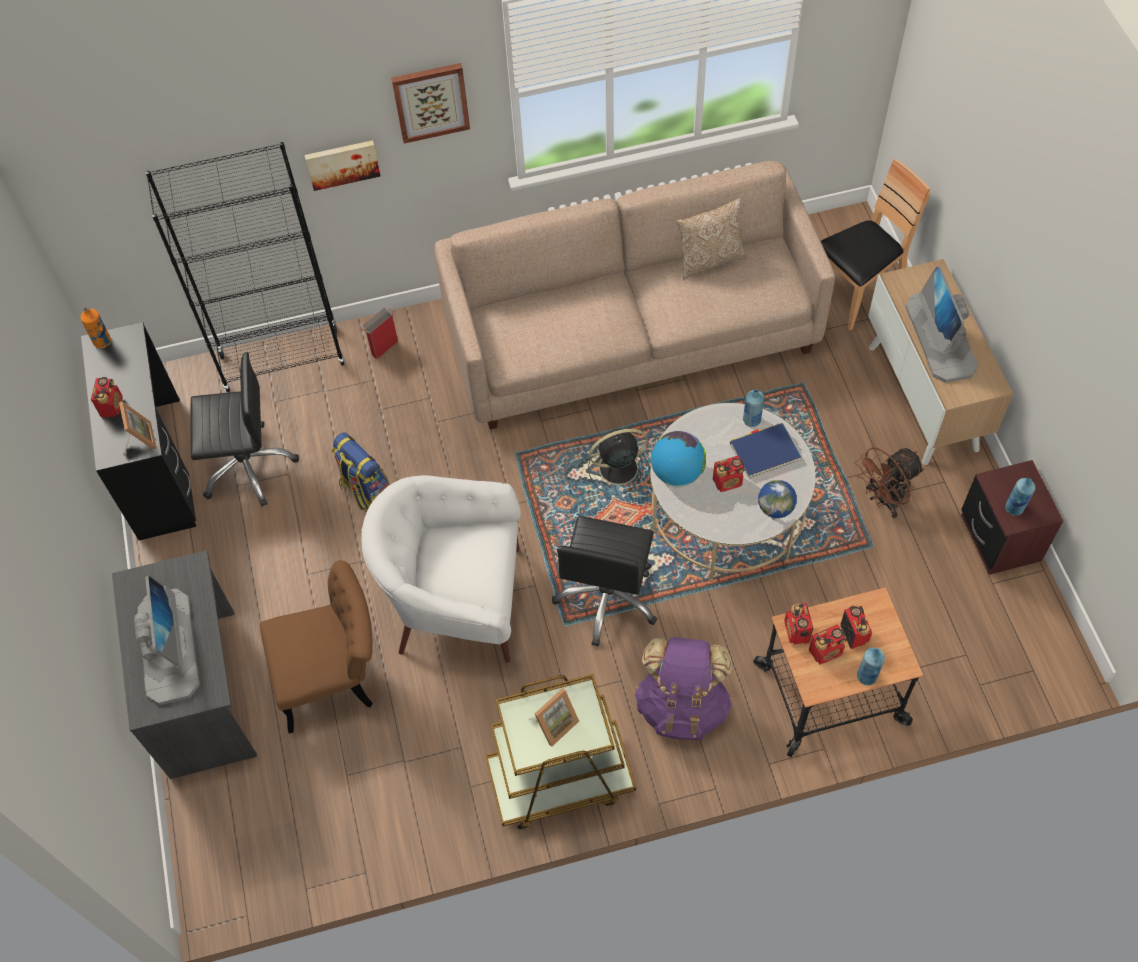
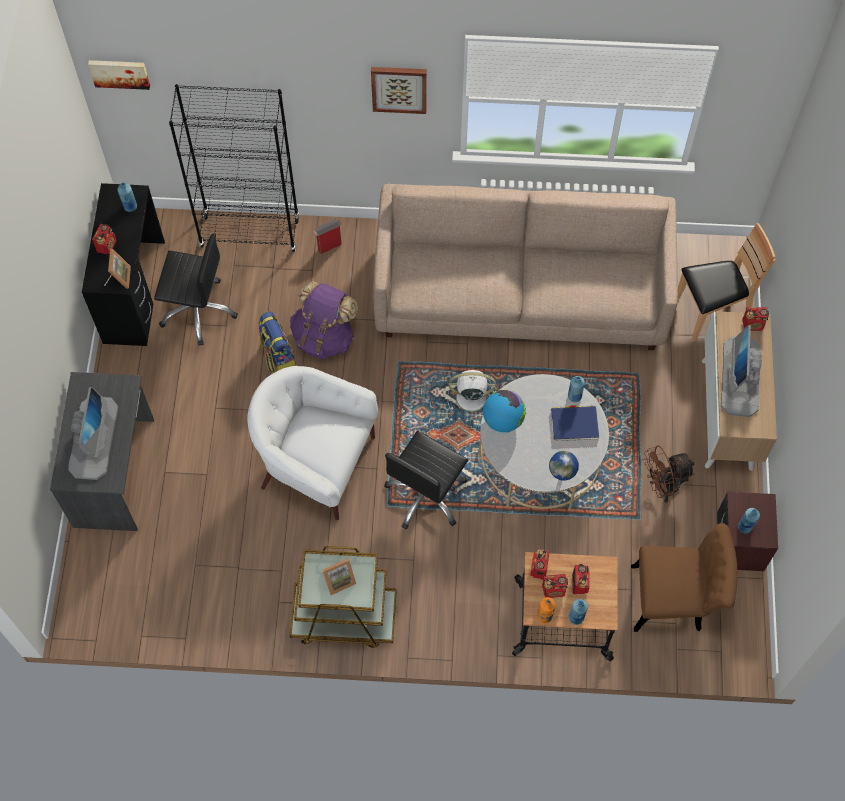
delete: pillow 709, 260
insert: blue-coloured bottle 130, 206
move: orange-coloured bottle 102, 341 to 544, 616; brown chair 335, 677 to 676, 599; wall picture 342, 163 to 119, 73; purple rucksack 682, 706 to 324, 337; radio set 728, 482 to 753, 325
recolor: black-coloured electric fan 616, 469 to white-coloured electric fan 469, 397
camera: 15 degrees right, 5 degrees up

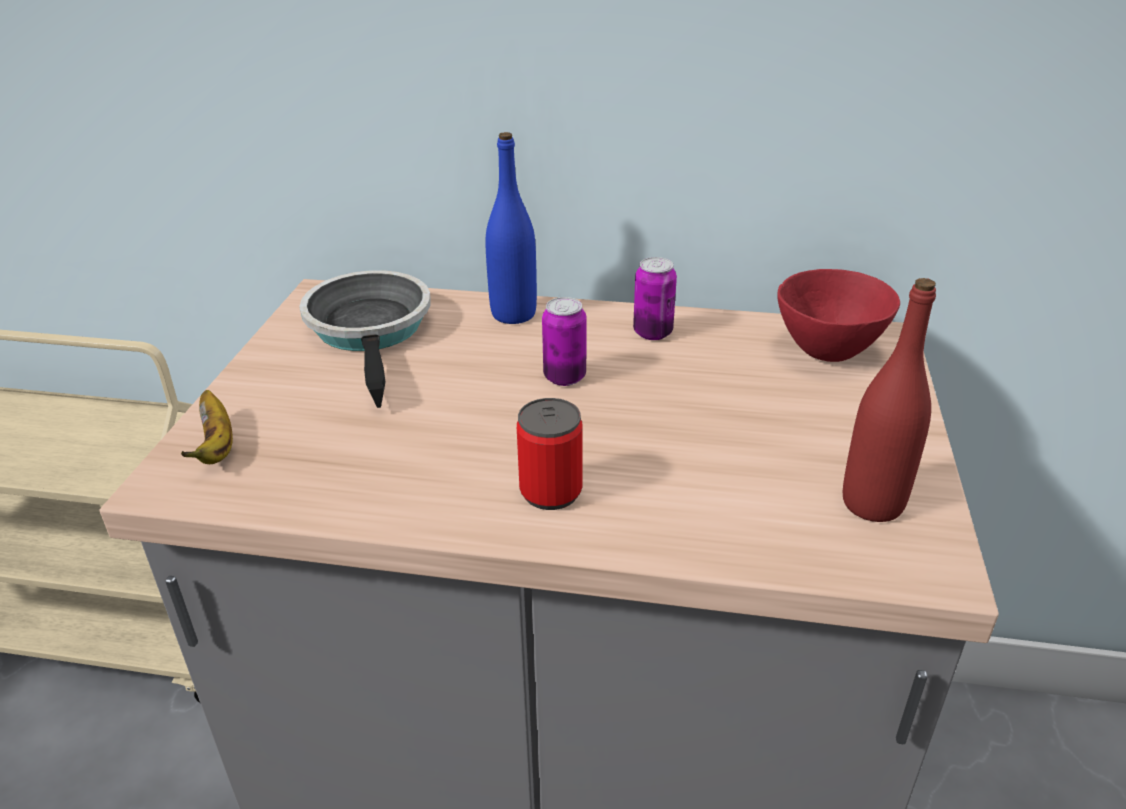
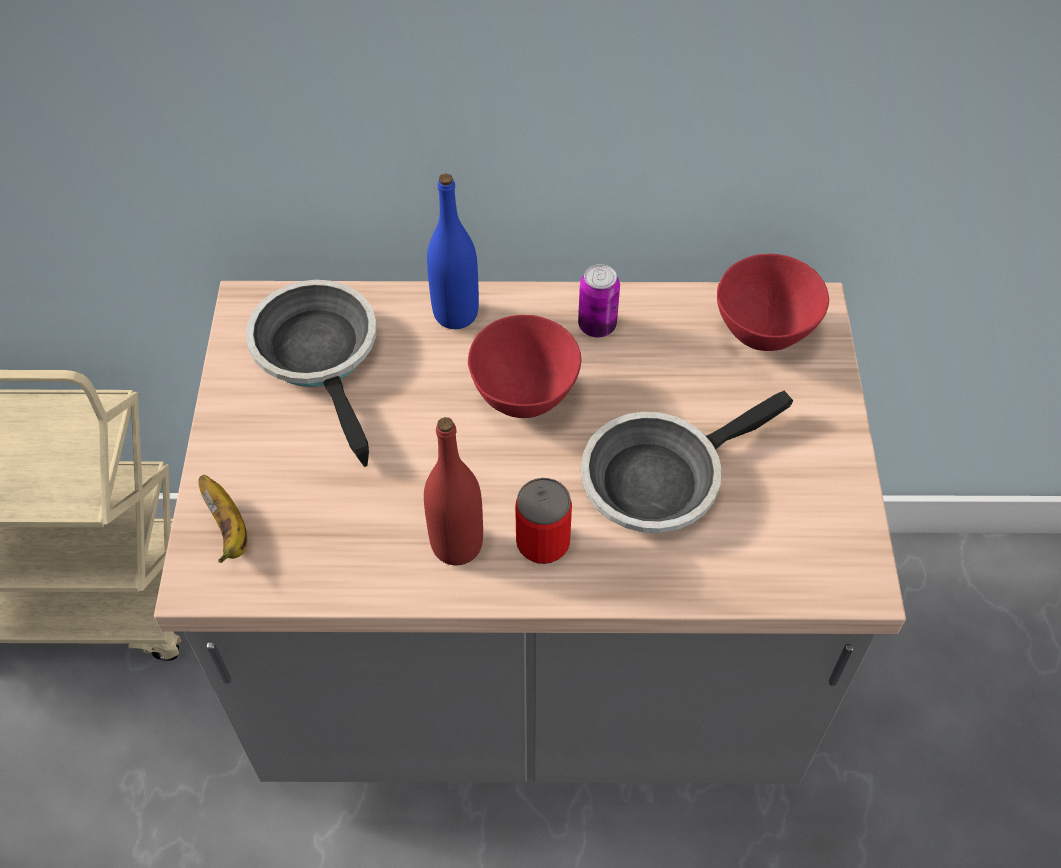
insert: frying pan 659, 478
move: reddish bottle 872, 504 to 457, 545
replace: sealed can 564, 377 to reddish bowl 525, 399
camera: 10 degrees left, 20 degrees up

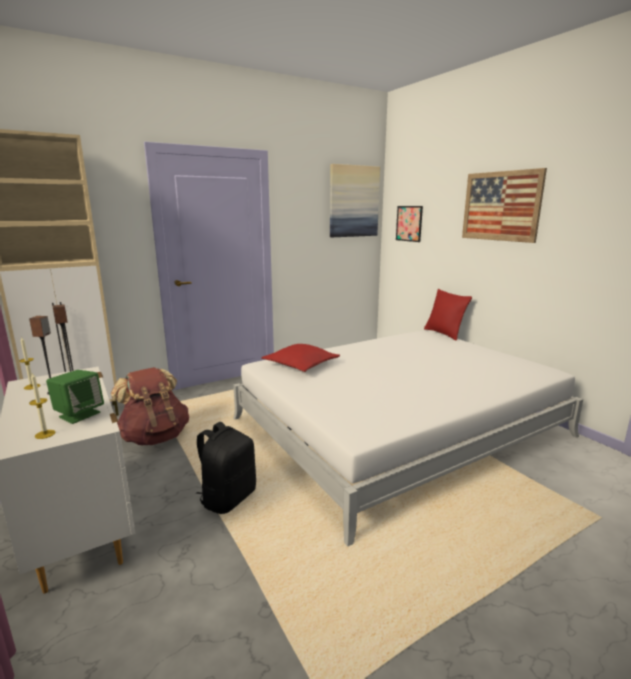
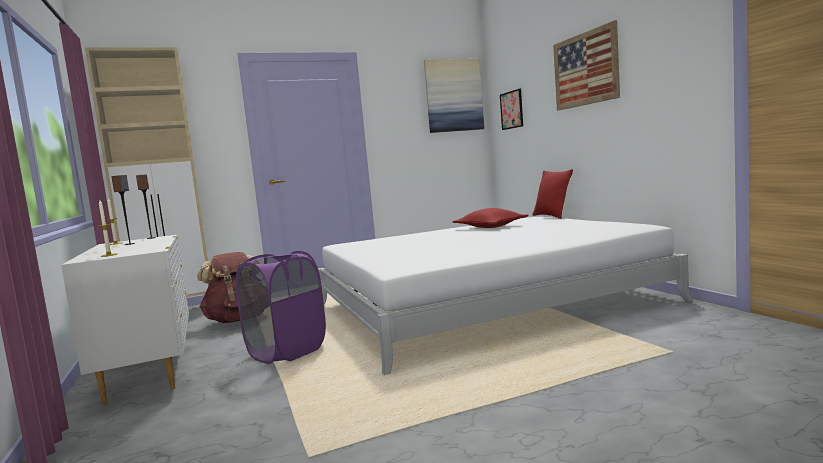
delete: green-coloured speaker 79, 414
move: reddish pillow 301, 365 to 490, 227
replace: black-coloured rucksack 228, 498 to purple hamper 287, 352
camera: 10 degrees right, 10 degrees down

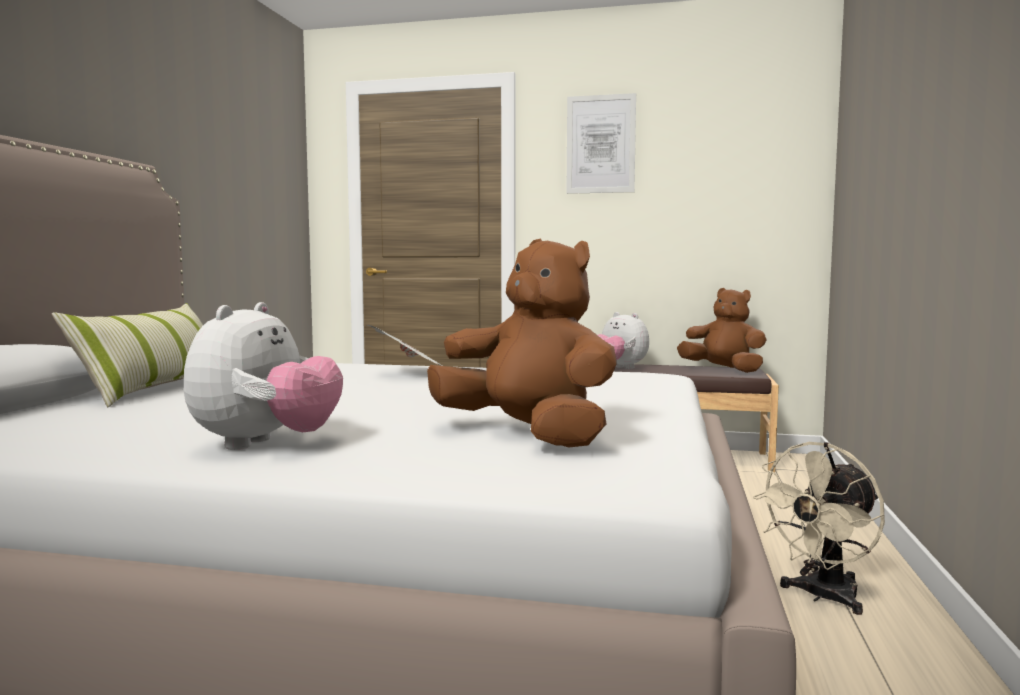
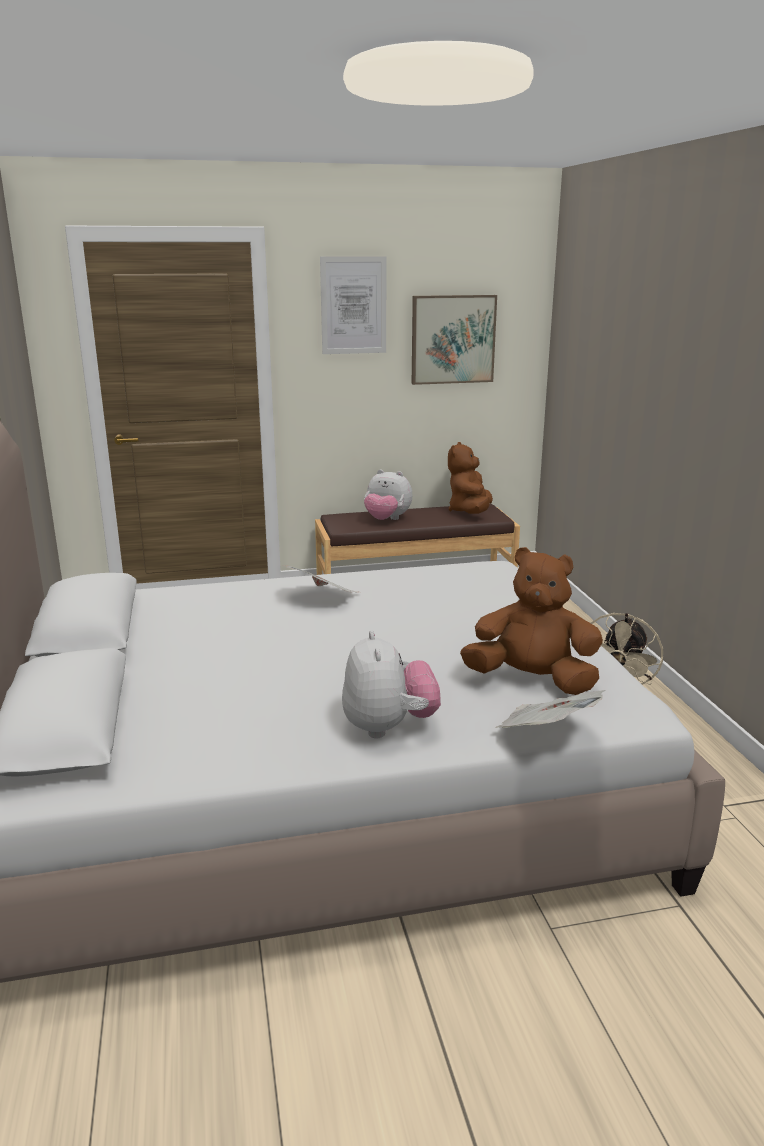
delete: pillow 156, 388
insert: wall picture 453, 339; printed paper 547, 733
rotate: brown soft toy 723, 370 = 470, 512 90 degrees counterclockwise
camera: 25 degrees left, 15 degrees up

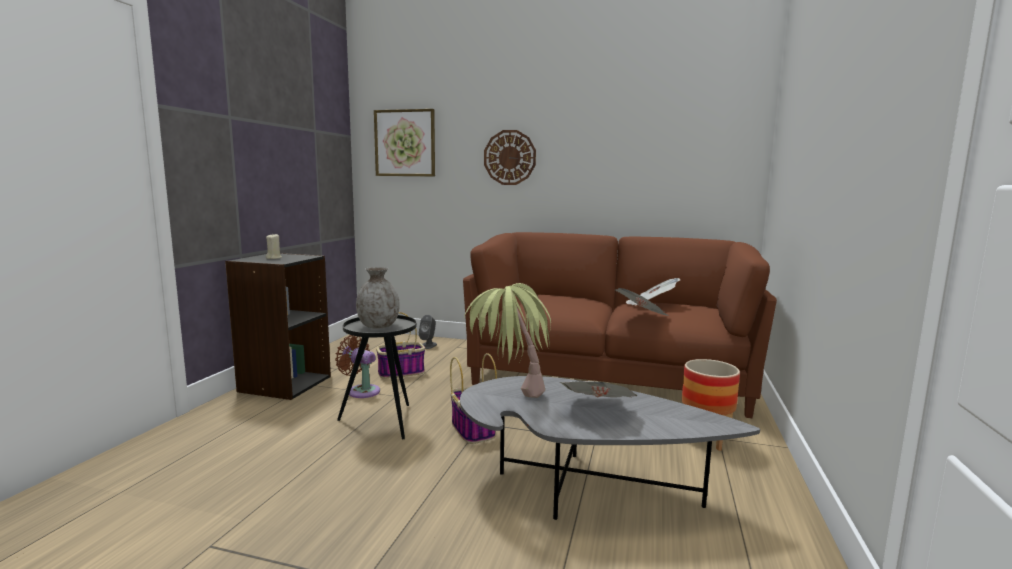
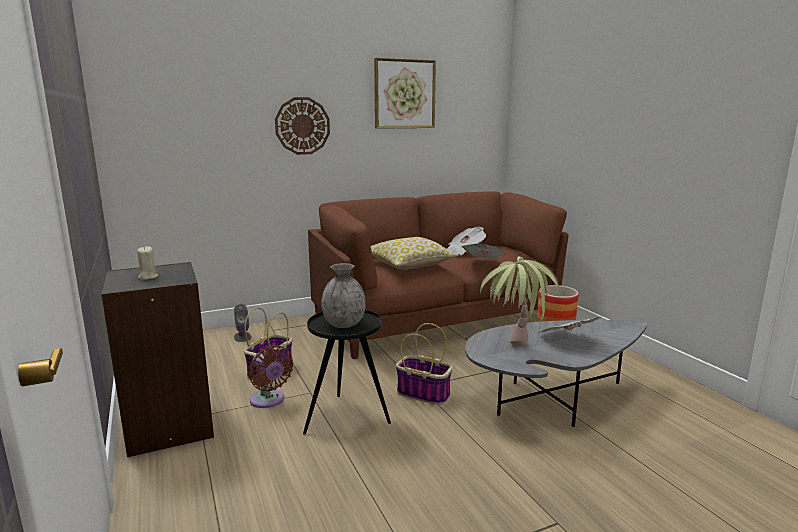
insert: pillow 409, 265
move: wall picture 405, 143 to 404, 94
rotate: brown electric fan 361, 391 = 269, 401 120 degrees counterclockwise
camera: 40 degrees left, 5 degrees up

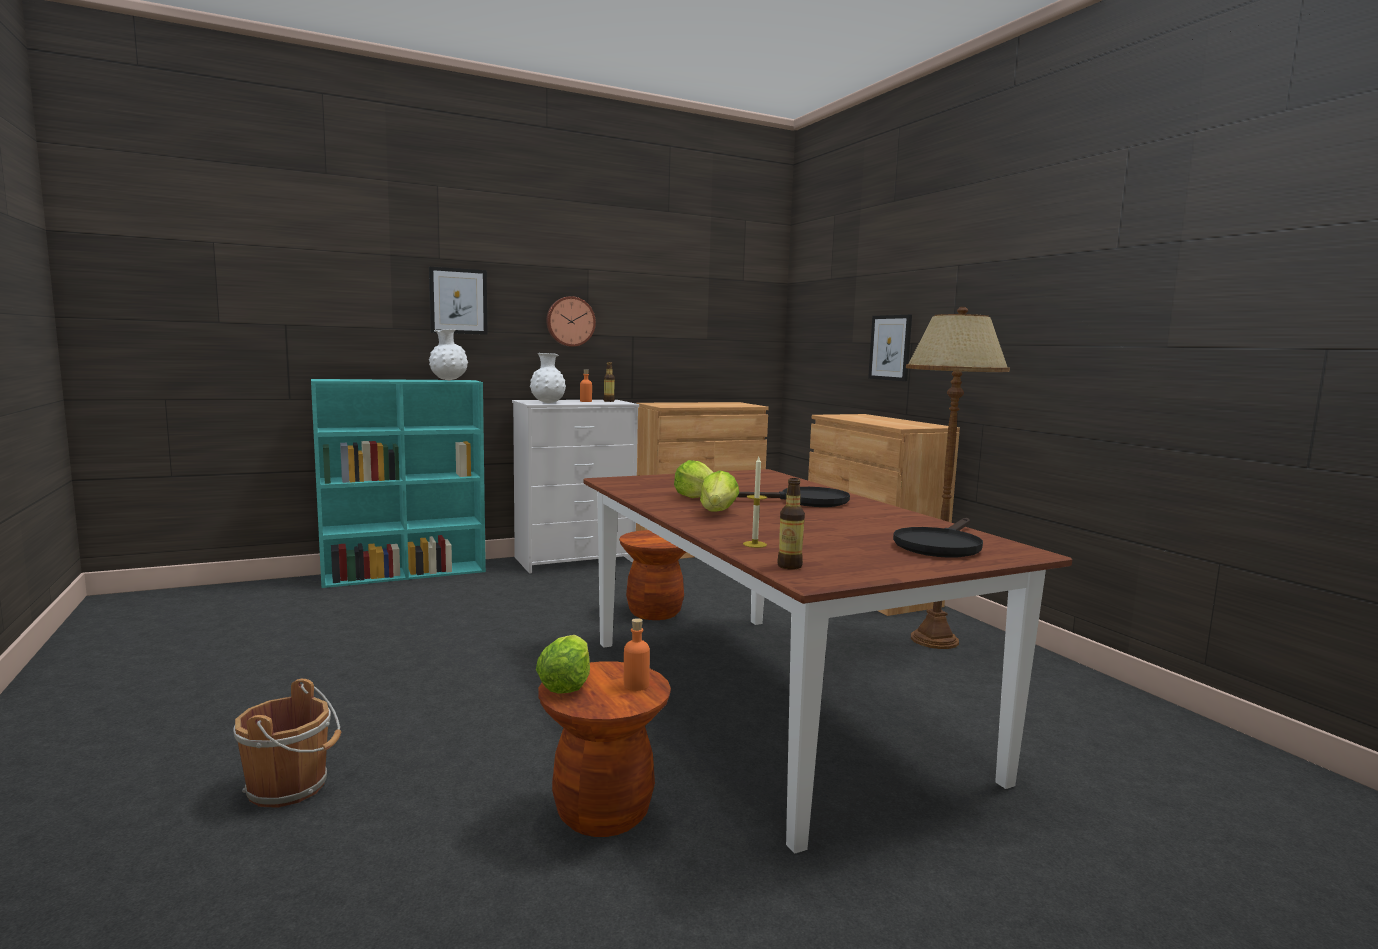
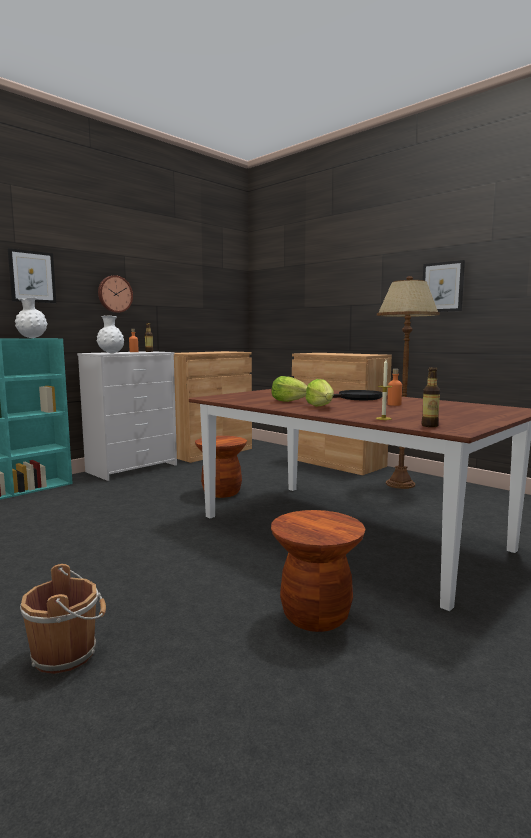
delete: head of lettuce 565, 685; black-coloured frying pan 939, 545
move: orange-coloured bottle 636, 685 to 394, 404; wall picture 890, 347 to 442, 287
camera: 20 degrees left, 0 degrees up

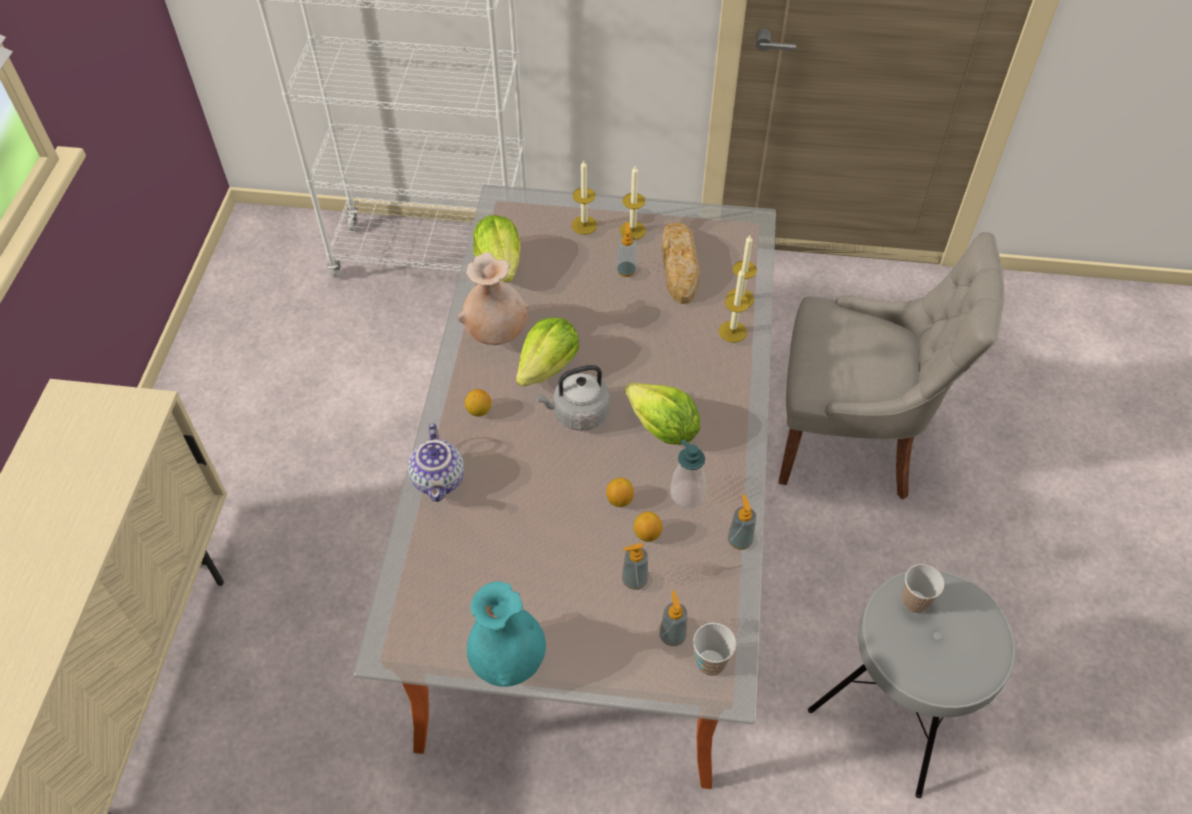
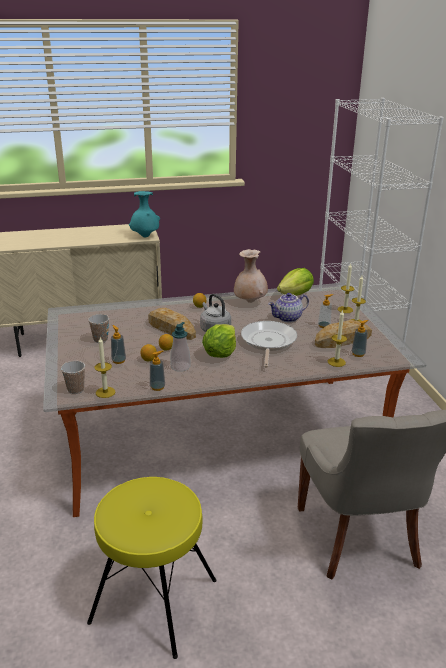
delete: head of lettuce 548, 367
insert: bakery bread 171, 328; frying pan 268, 342
move: tea pot 440, 480 to 288, 318; turquoise vase 508, 660 to 145, 236; liquid soap bottle 672, 635 to 358, 354; candle 732, 331 to 105, 392; cup 914, 601 to 100, 339
recolor: greyish stool 899, 707 to yellow stool 153, 601
camera: 70 degrees right, 25 degrees down

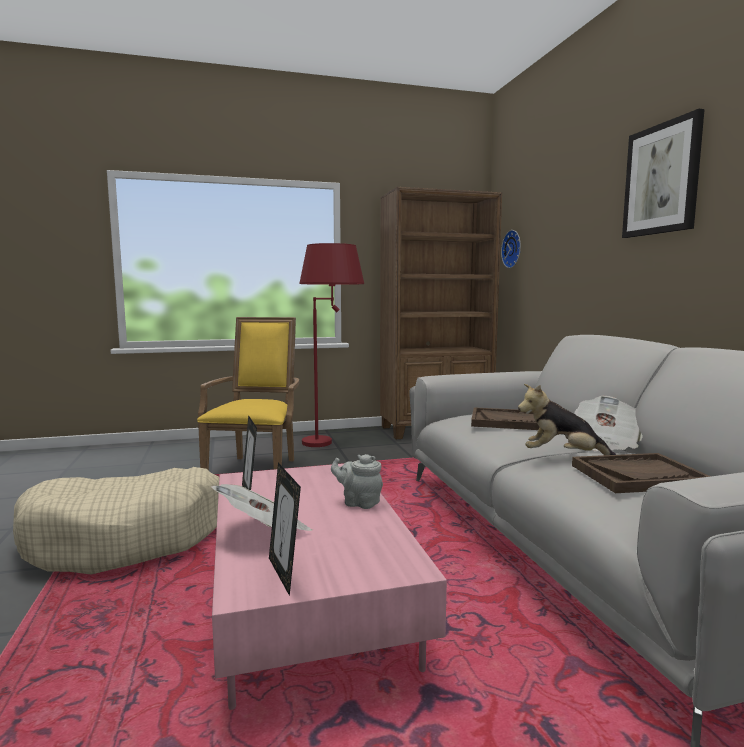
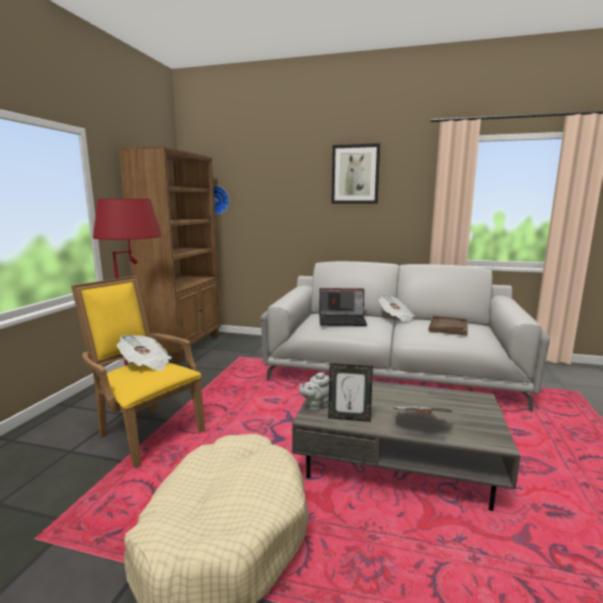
delete: photo frame 284, 574; soft toy 562, 456
insert: printed paper 146, 364
move: greyish tea pot 359, 503 to 315, 406
replace: brown tray 508, 421 to notebook computer 343, 320
recolor: pinkish low table 311, 602 to greyish low table 397, 460
camera: 60 degrees left, 5 degrees up

